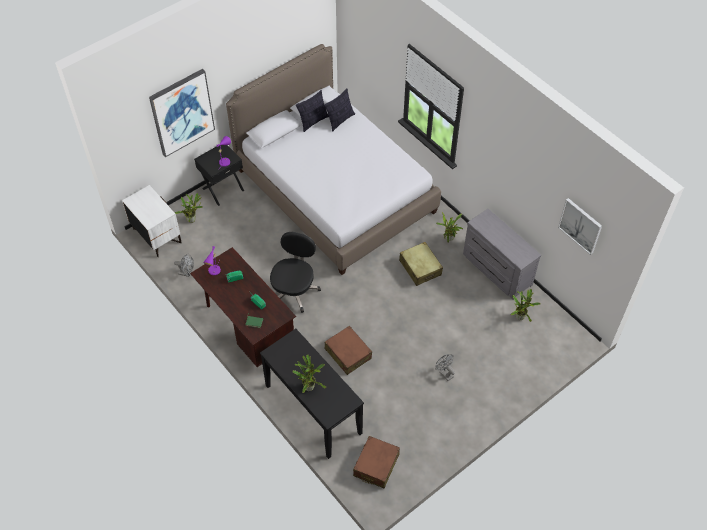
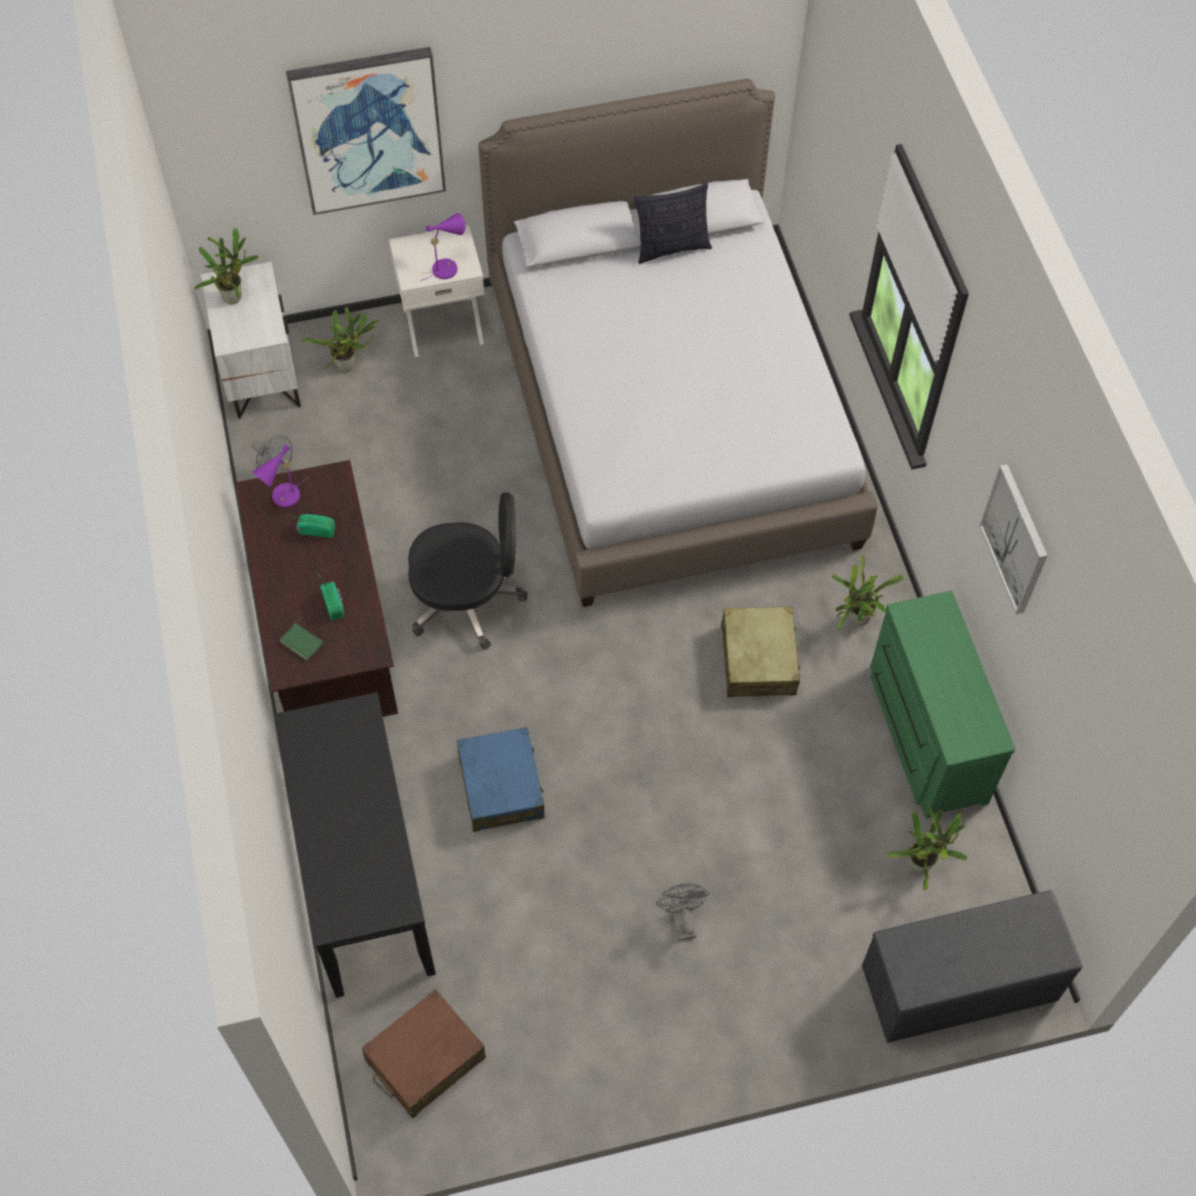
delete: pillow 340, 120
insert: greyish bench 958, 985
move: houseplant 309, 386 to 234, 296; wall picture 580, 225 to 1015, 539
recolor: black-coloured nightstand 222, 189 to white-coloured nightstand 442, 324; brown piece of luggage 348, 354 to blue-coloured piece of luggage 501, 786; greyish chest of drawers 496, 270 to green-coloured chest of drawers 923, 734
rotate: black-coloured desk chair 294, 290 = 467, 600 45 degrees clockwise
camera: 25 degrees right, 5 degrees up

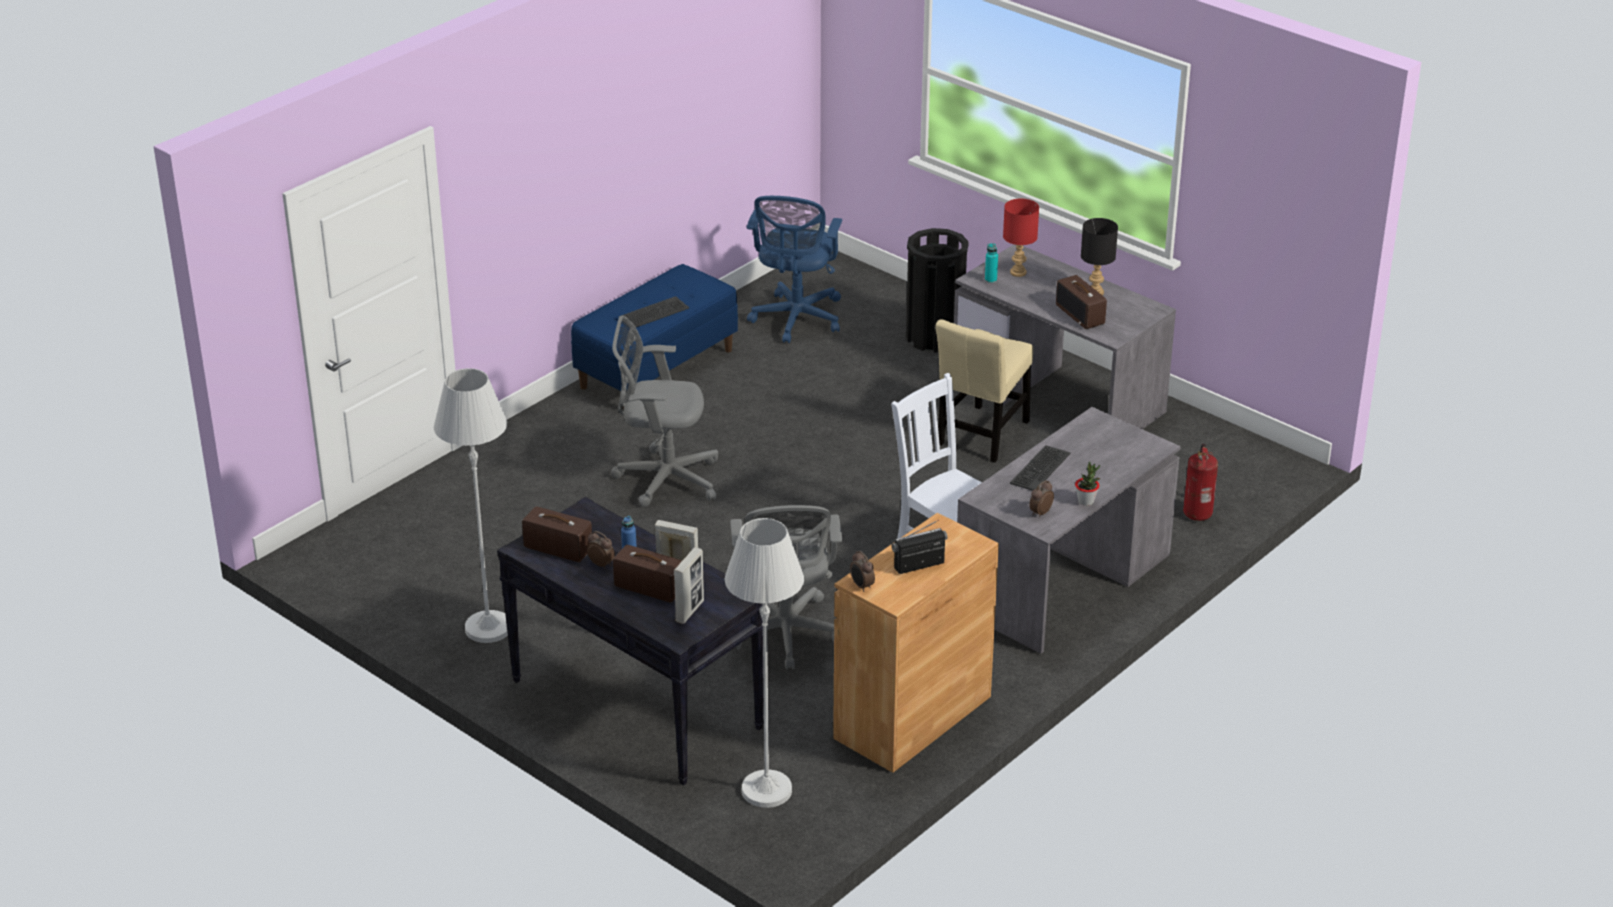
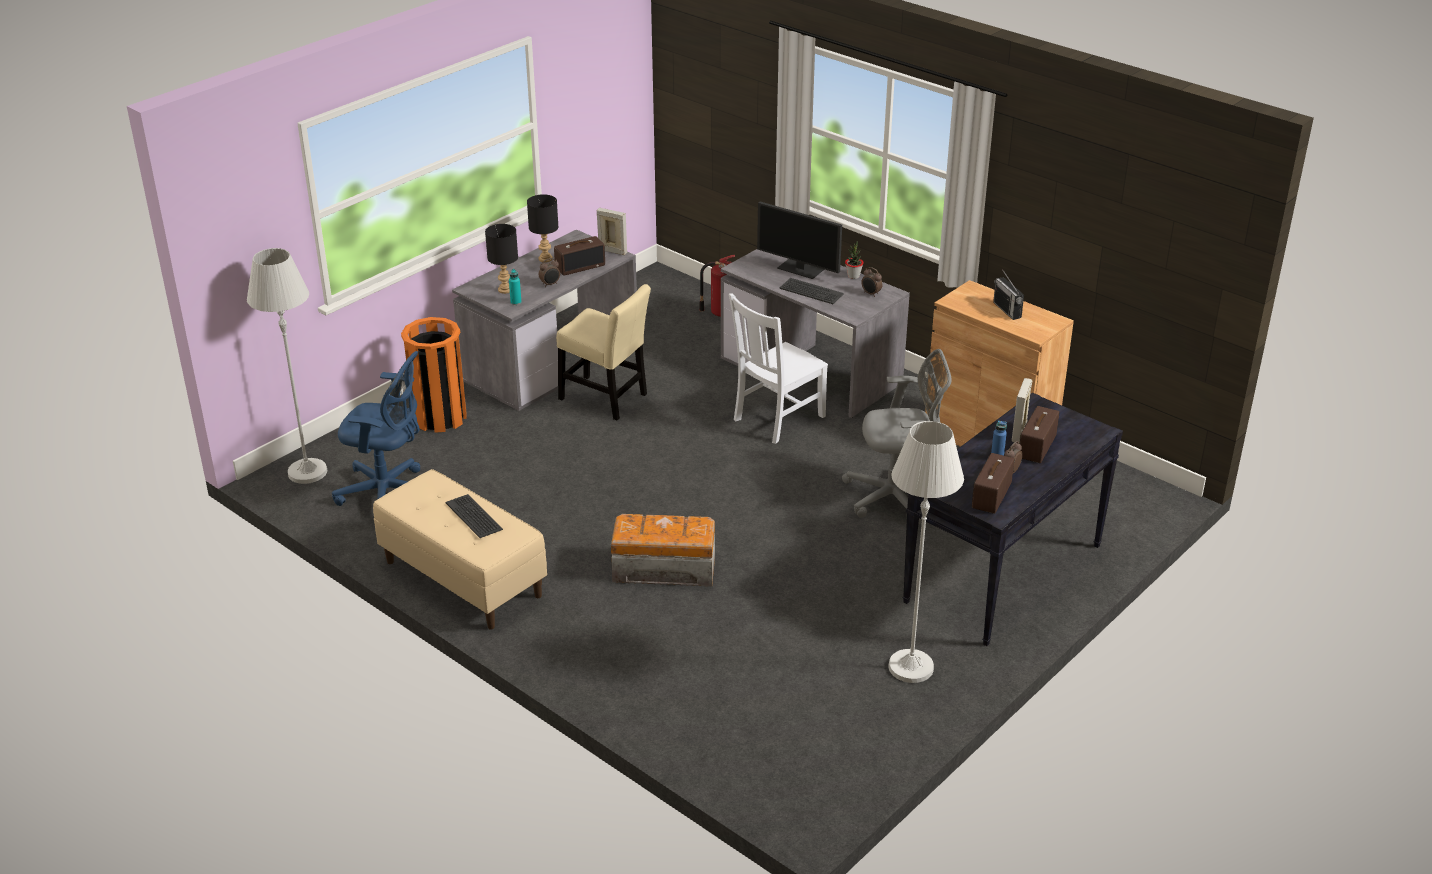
insert: monitor 801, 268
move: photo frame 689, 611 to 612, 251; white-coloured standard lamp 766, 790 to 307, 472; alarm clock 861, 586 to 550, 284
replace: greyish desk chair 663, 478 to storage box 662, 569
recolor: blue-coloured bench 657, 368 to beige bench 462, 579; black-coloured rubbish bin 934, 337 to orange-coloured rubbish bin 440, 417; reddish tabletop lamp 1019, 272 to black-coloured tabletop lamp 505, 289
camera: 90 degrees left, 0 degrees up

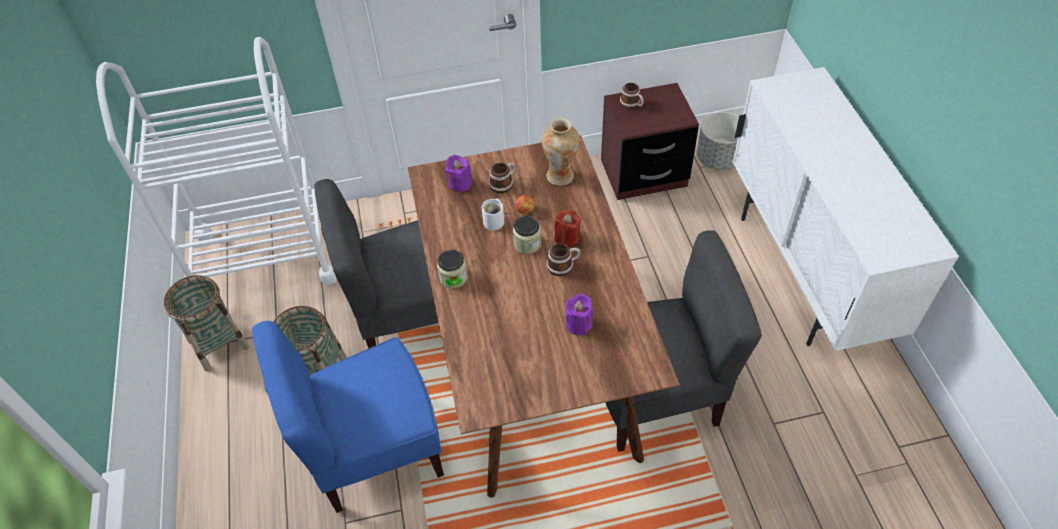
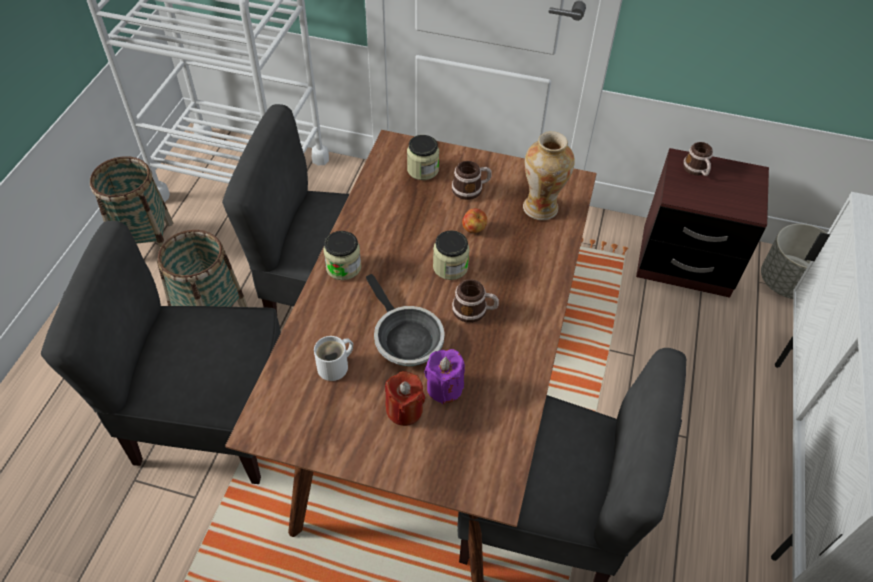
insert: frying pan 405, 338
move: white-coloured mug 495, 221 to 336, 366; reddish candle 567, 238 to 404, 410
replace: purple candle 459, 184 to preserve jar 423, 170
recolor: blue-coloured chair 374, 451 to greyish chair 211, 421
camera: 25 degrees right, 0 degrees up

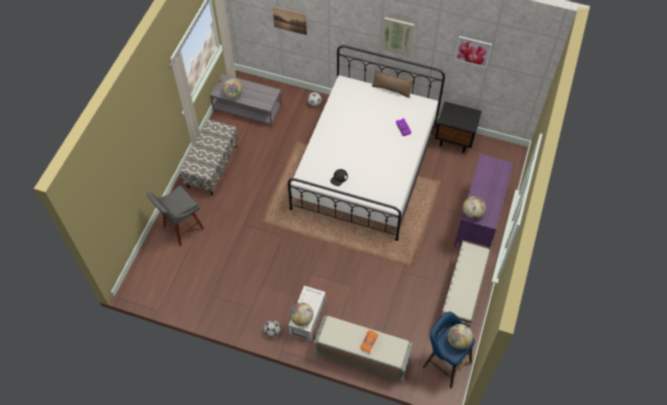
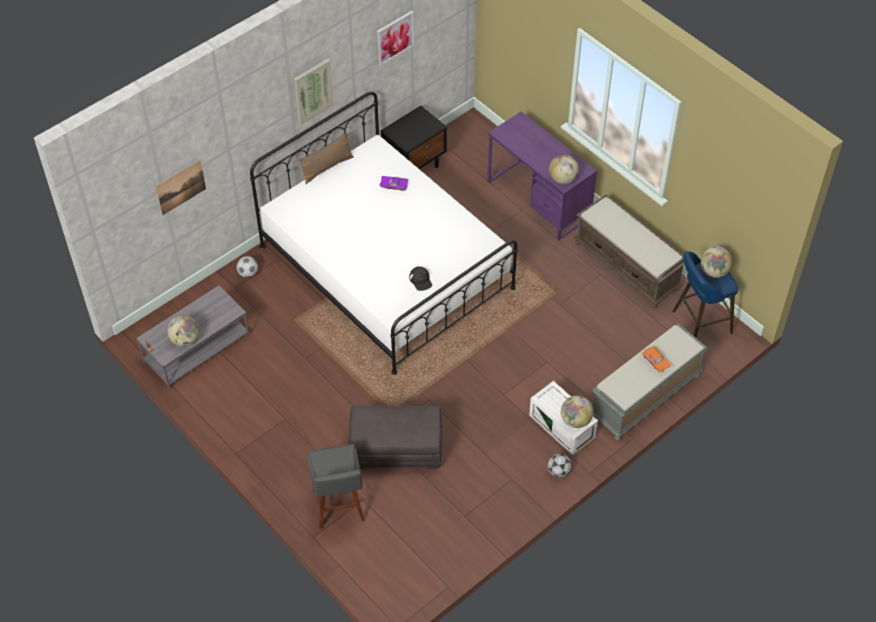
delete: bench 212, 166
insert: greyish ottoman 395, 450
camera: 60 degrees left, 5 degrees down

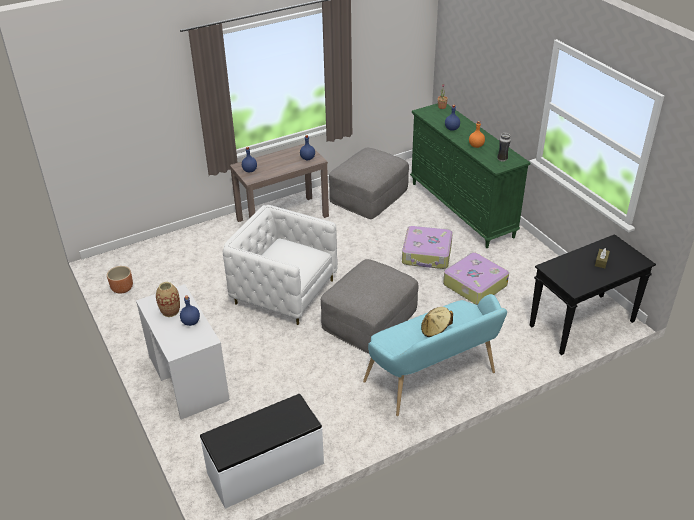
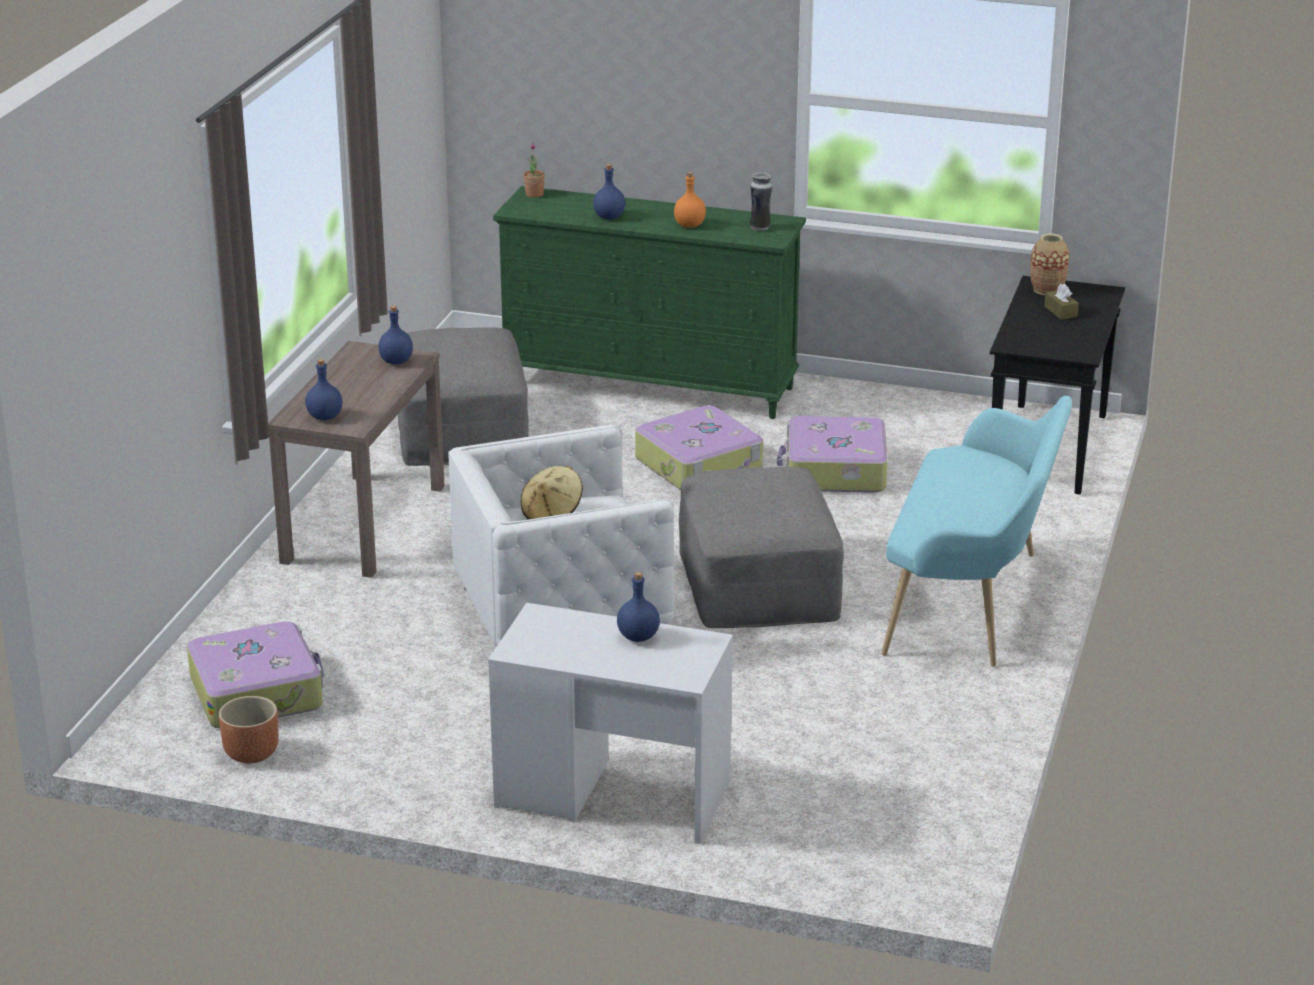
delete: white-coloured bench 266, 469
insert: piece of luggage 257, 691
move: vase 170, 311 to 1047, 290; beige wearable hat 435, 330 to 552, 514
camera: 45 degrees left, 10 degrees down

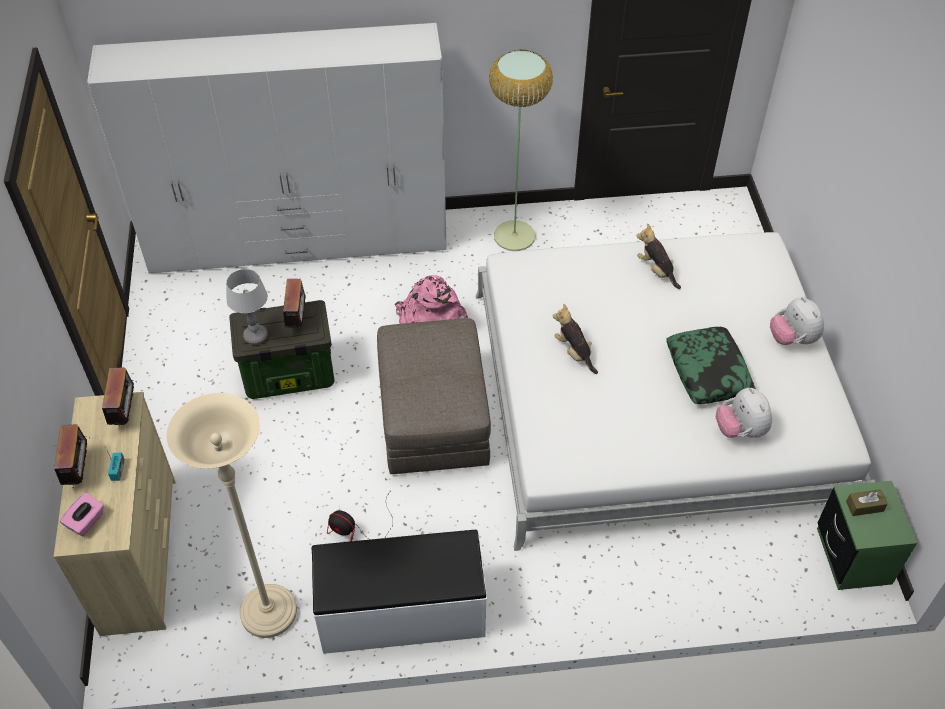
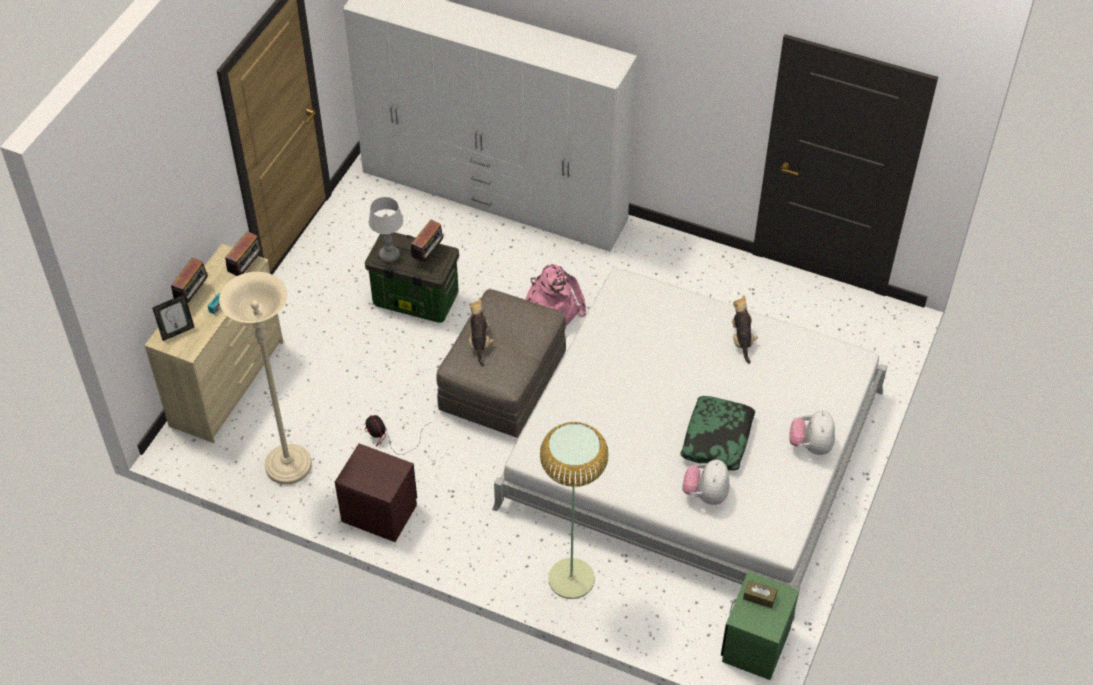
move: standard lamp 514, 236 to 571, 579; soft toy 574, 352 to 479, 343
replace: pinkish tissue holder 86, 521 to photo frame 177, 332; white-coloured bench 402, 613 to brown nightstand 379, 513
camera: 30 degrees right, 0 degrees up

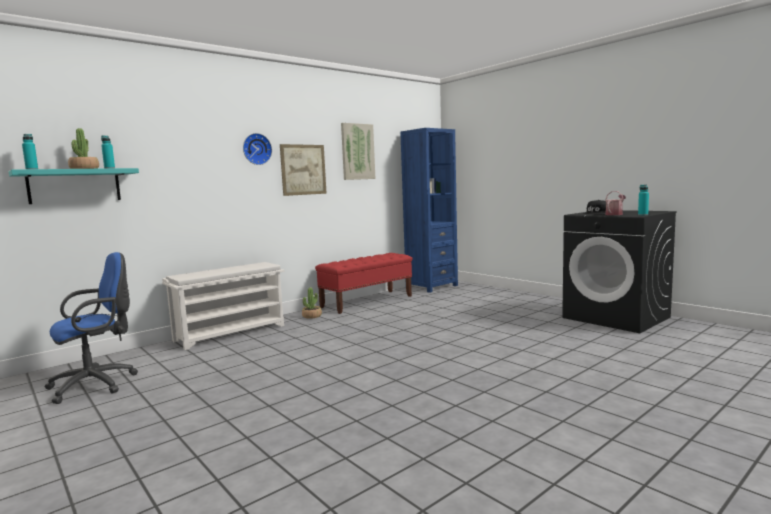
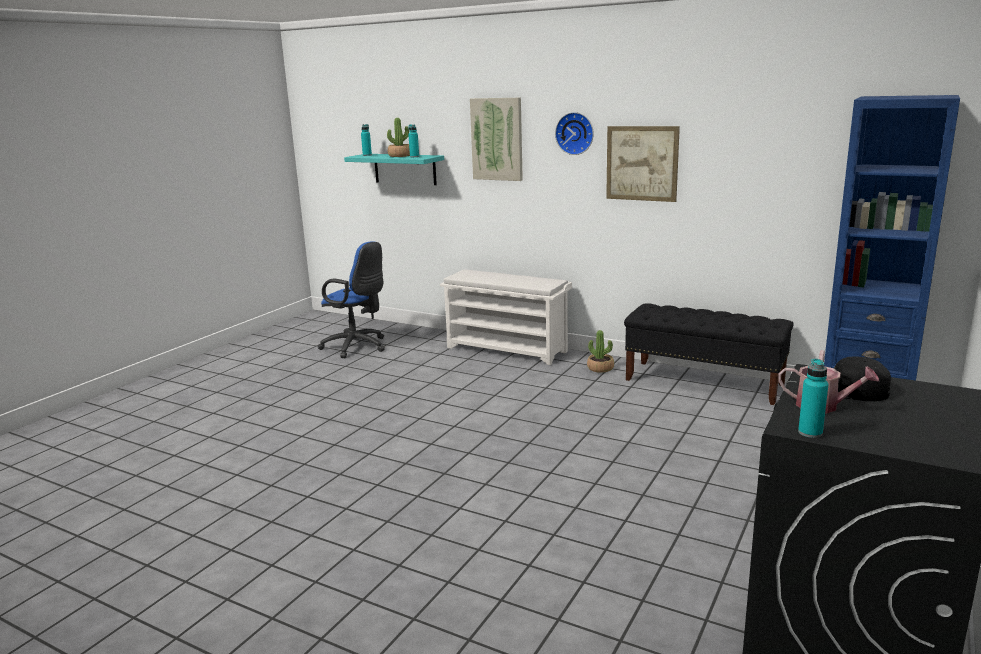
move: wall picture 357, 151 to 497, 139
recolor: reddish bench 367, 301 to black-coloured bench 704, 382
camera: 70 degrees right, 10 degrees up

